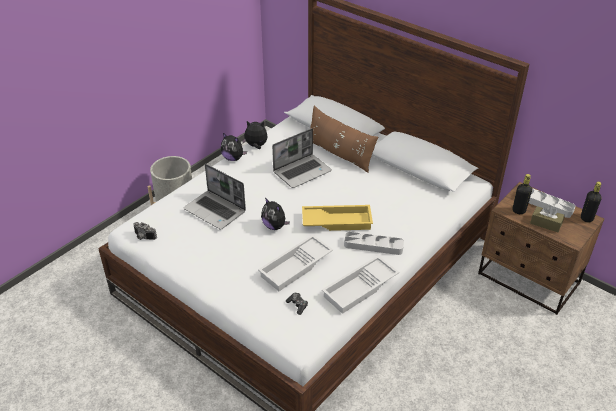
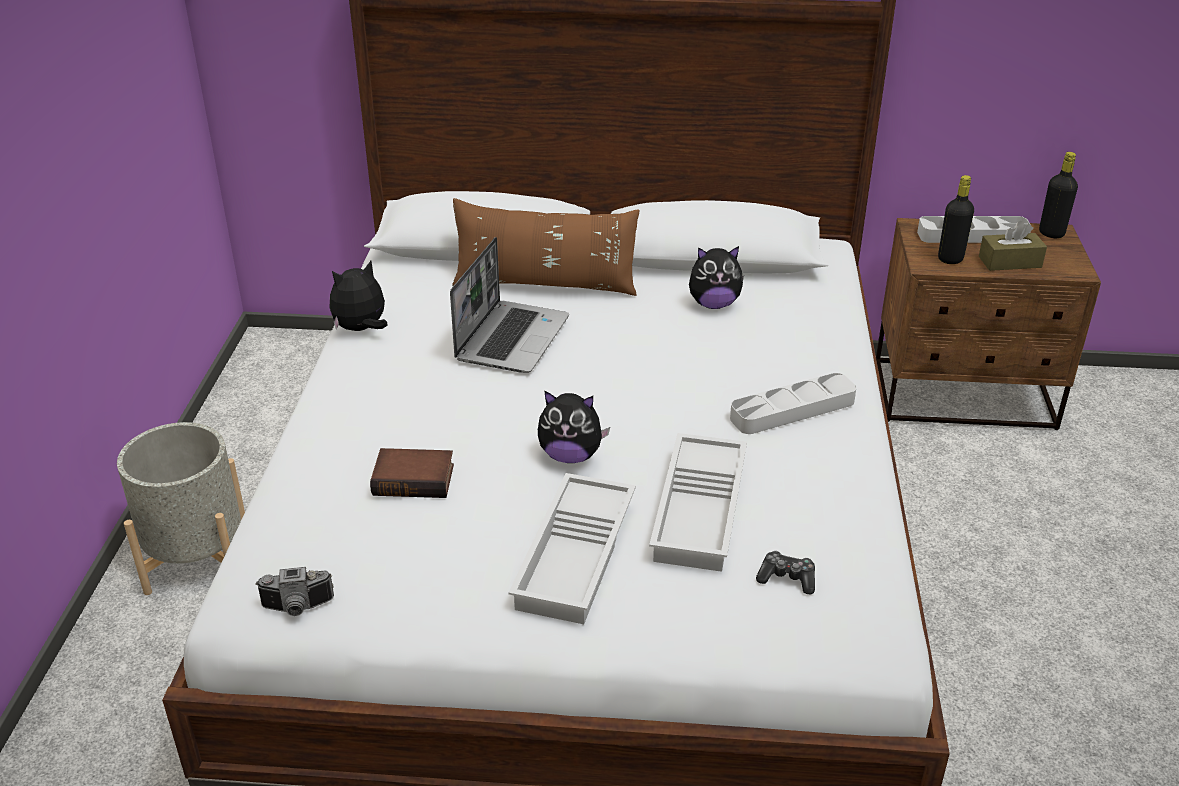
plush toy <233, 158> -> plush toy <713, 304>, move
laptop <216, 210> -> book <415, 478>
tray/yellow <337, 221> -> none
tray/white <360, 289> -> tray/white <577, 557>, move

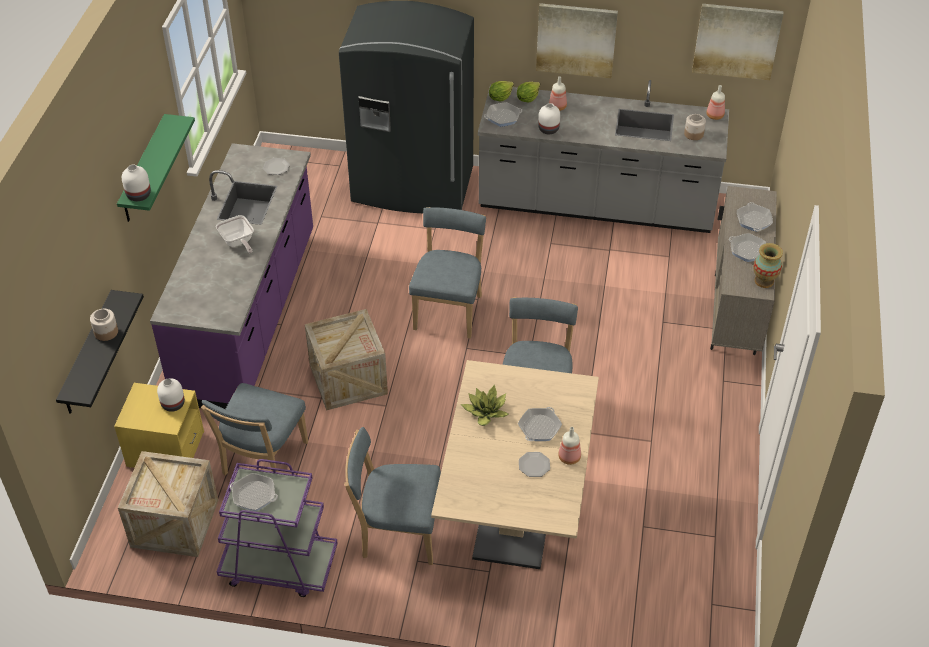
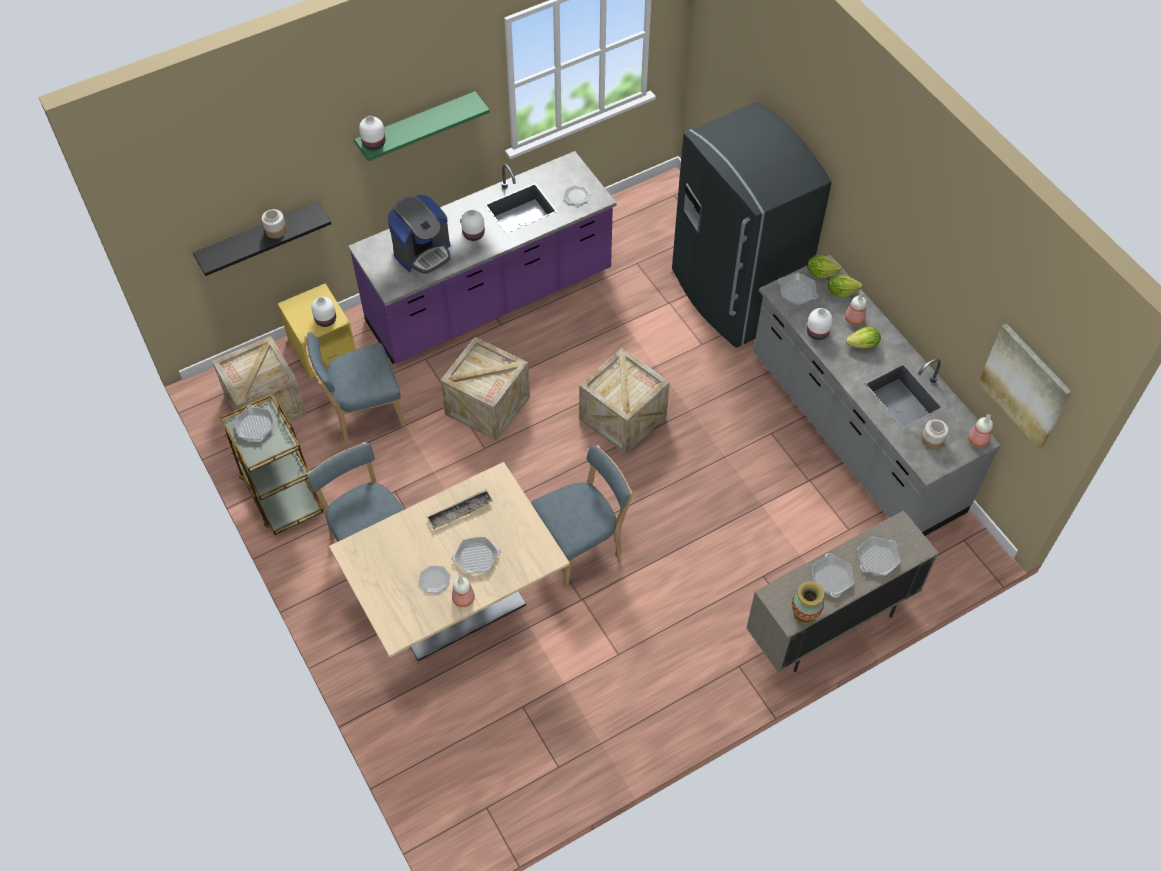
picture <576, 40> -> none
chair/blue <449, 310> -> crate <622, 417>
frying pan <238, 242> -> vase/white <473, 234>
potted plant <486, 412> -> tray <460, 511>
cart/purple <278, 566> -> cart/brown <281, 492>
none -> coffee machine <423, 252>
none -> lettuce <863, 345>

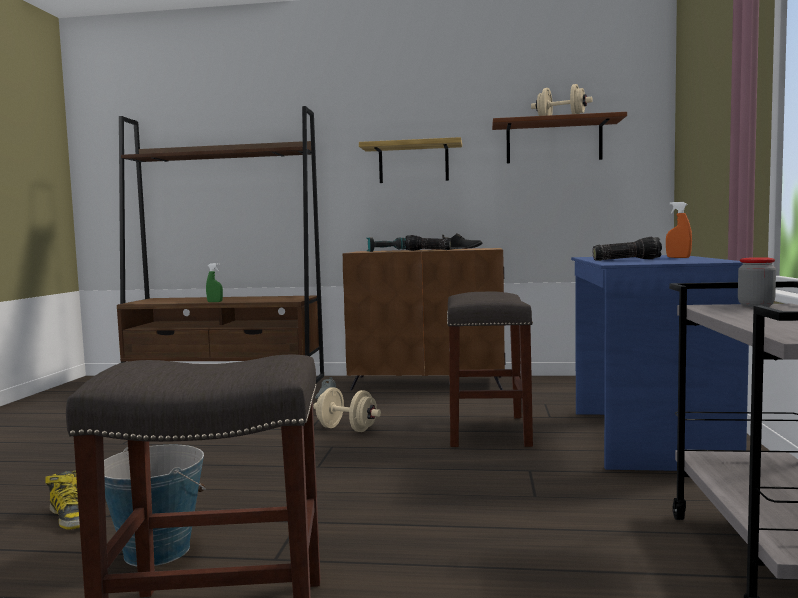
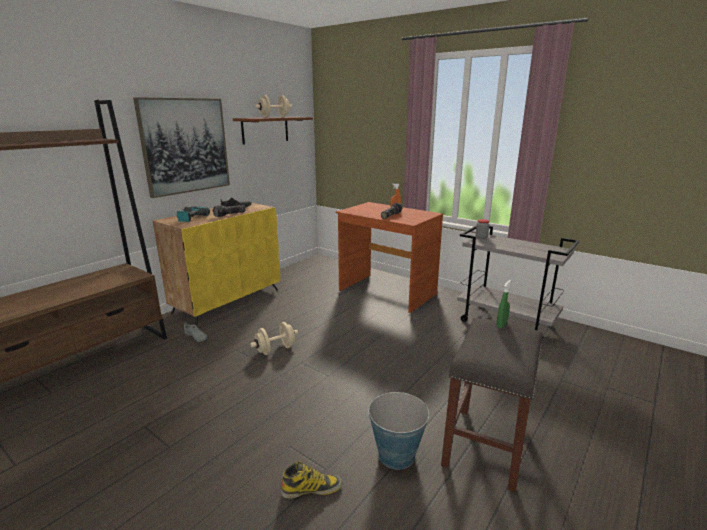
shelf <413, 163> -> picture <185, 146>
cabinet/brown <428, 383> -> cabinet/yellow <228, 300>
desk/blue <645, 438> -> desk/brown <386, 292>
spray bottle/green <215, 302> -> spray bottle/green <501, 325>, move
stool/grey <487, 430> -> none

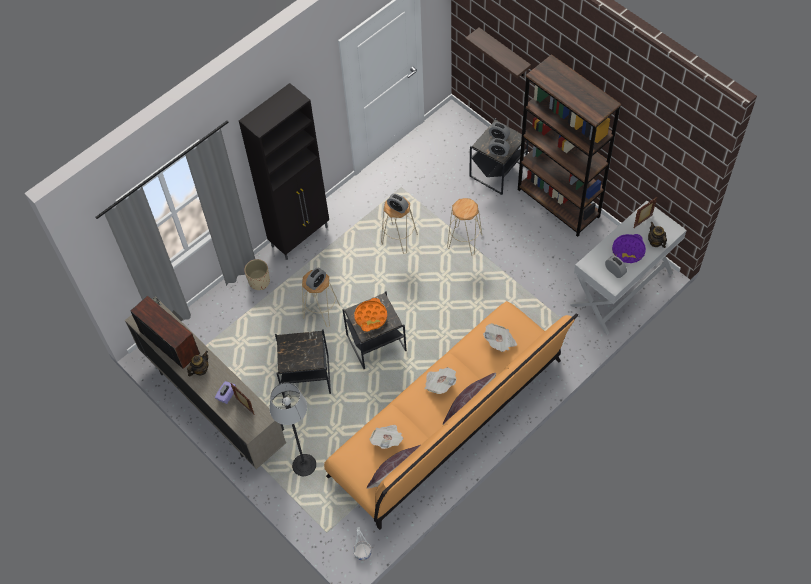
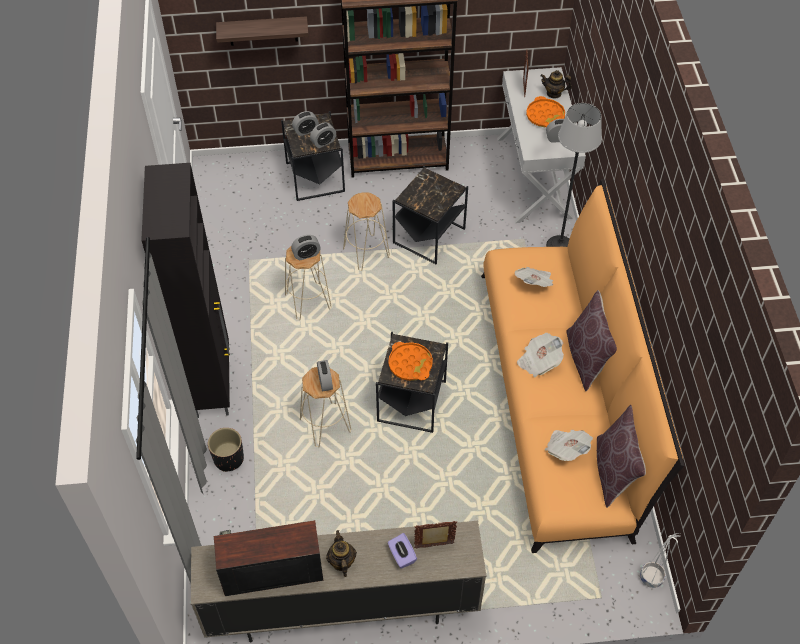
tray/purple <628, 250> -> tray/orange <545, 116>
planter/beige <259, 281> -> planter/black <229, 458>
side table/black <306, 376> -> side table/black <430, 236>, move
floor lamp <304, 465> -> floor lamp <560, 246>, move

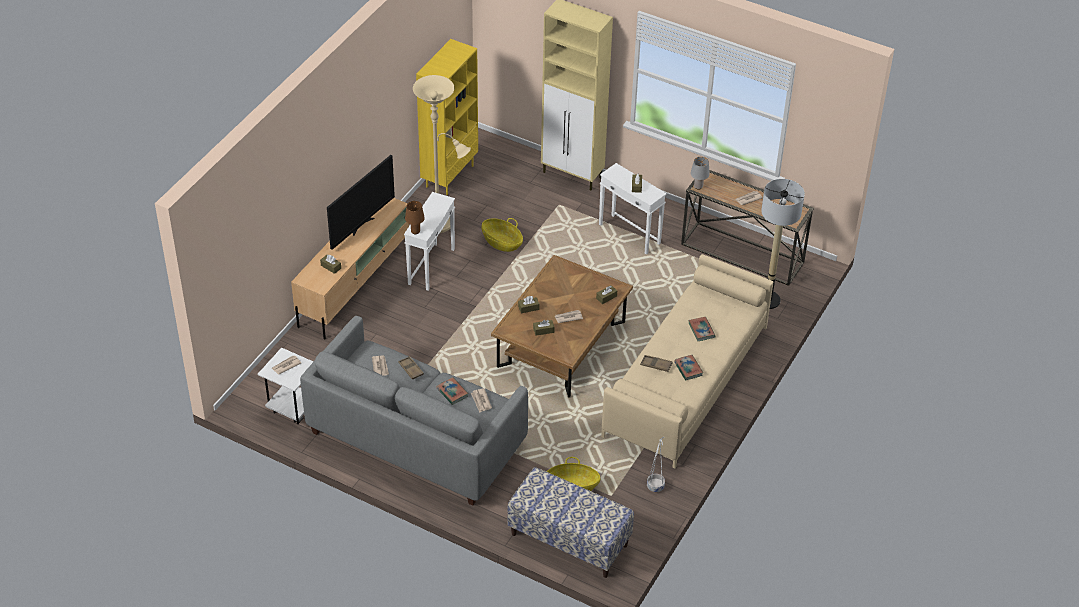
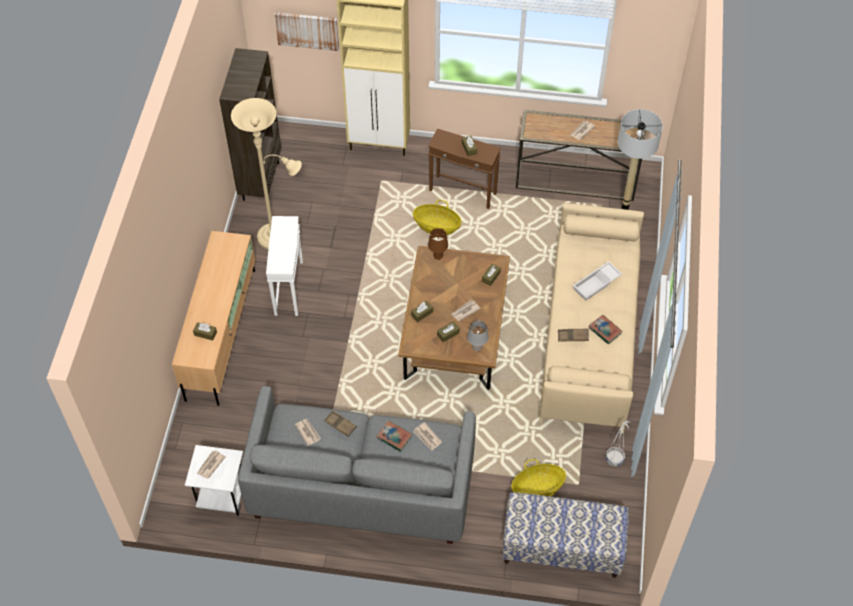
bookcase/yellow <449, 175> -> bookcase/brown <260, 181>
television <361, 225> -> none
table lamp/grey <698, 186> -> table lamp/grey <477, 347>, move
side table/white <629, 234> -> side table/brown <463, 192>
table lamp/brown <415, 231> -> table lamp/brown <438, 256>, move
basket <502, 243> -> basket <436, 226>, move
book <701, 330> -> tray/white <597, 284>
none -> picture <307, 30>

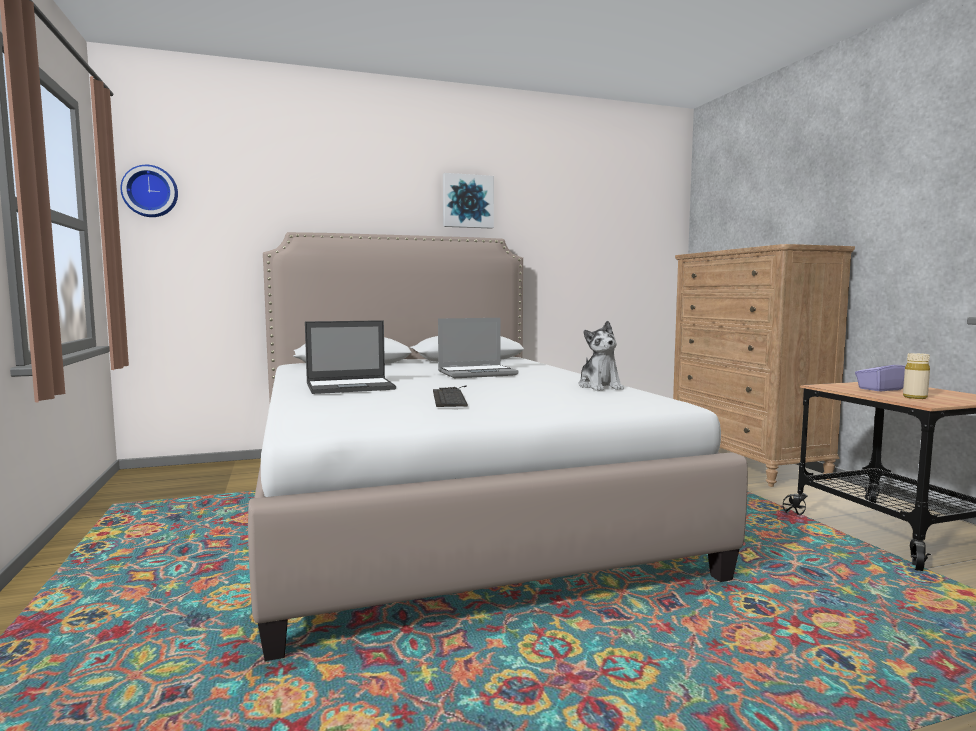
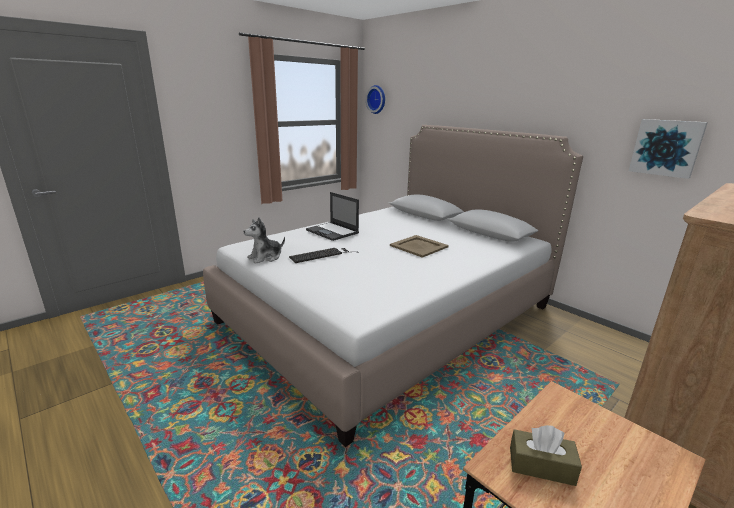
picture <467, 201> -> picture <666, 148>, move
laptop <477, 373> -> tray/beige <419, 246>
plush toy <600, 387> -> plush toy <265, 257>, move
bottle/beige <915, 397> -> tissue box/brown <541, 466>
tissue box/purple <880, 389> -> none

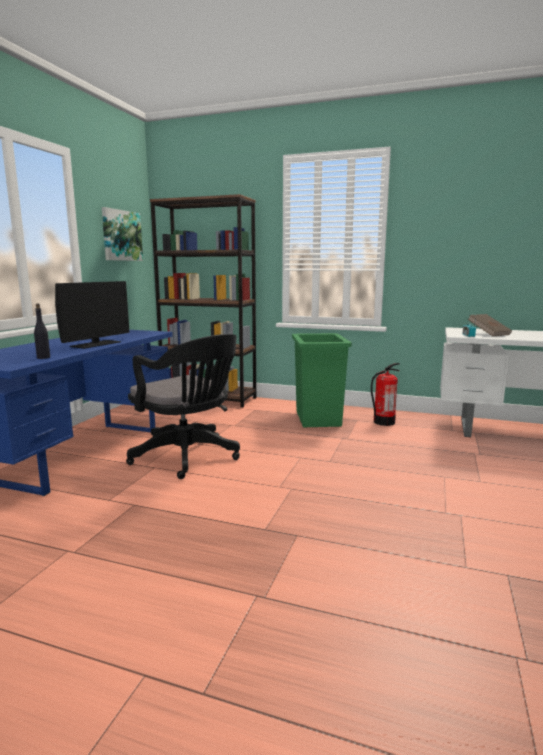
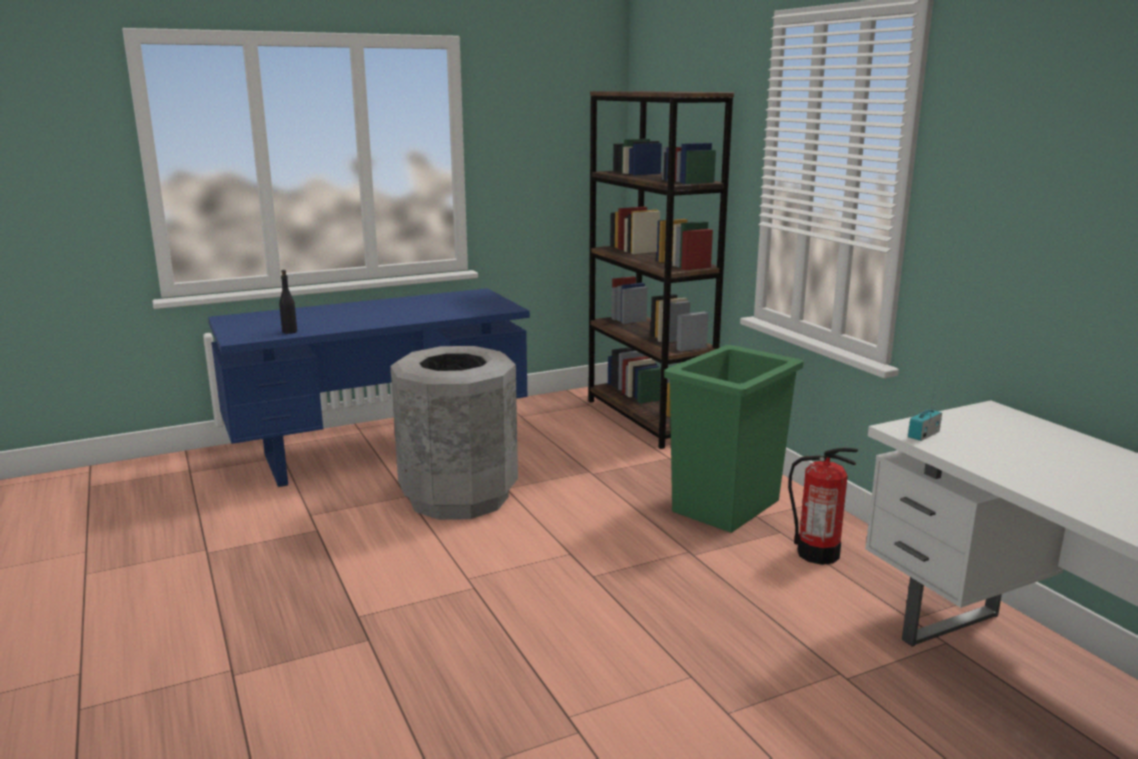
picture <121, 235> -> none
monitor <96, 344> -> none
book/brown <488, 334> -> none
office chair/black <188, 457> -> trash can/grey <458, 497>

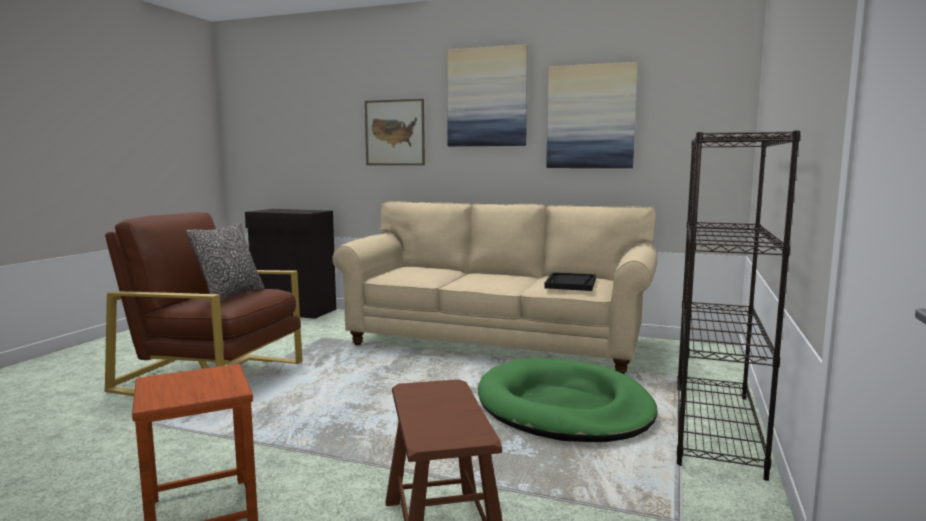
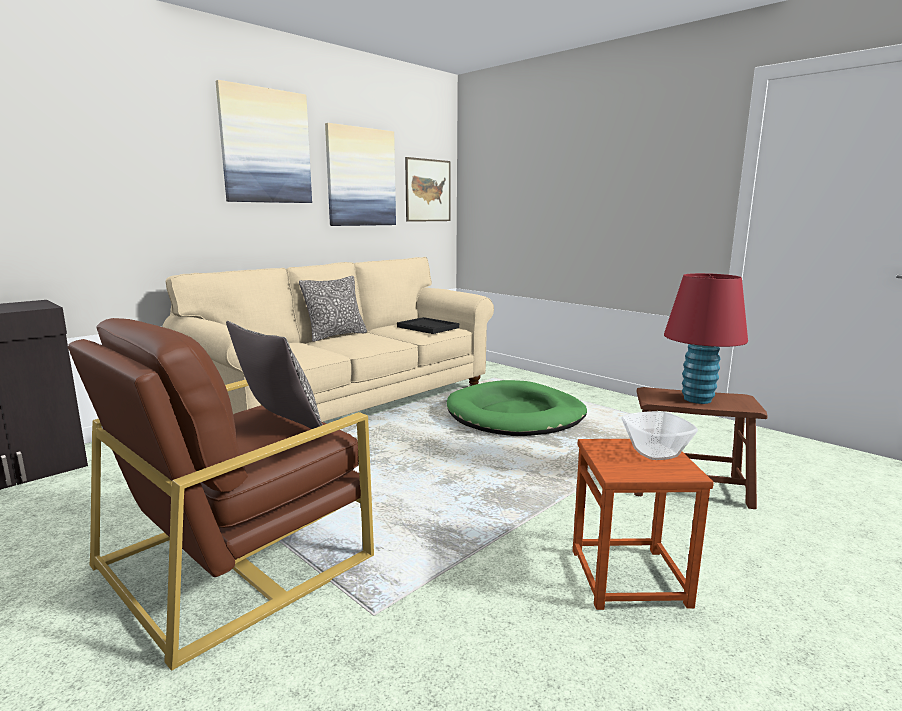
picture <394, 132> -> picture <428, 190>, move
bookcase/black <716, 428> -> none
none -> table lamp/red <697, 399>
none -> pillow <335, 335>
none -> bowl <656, 452>

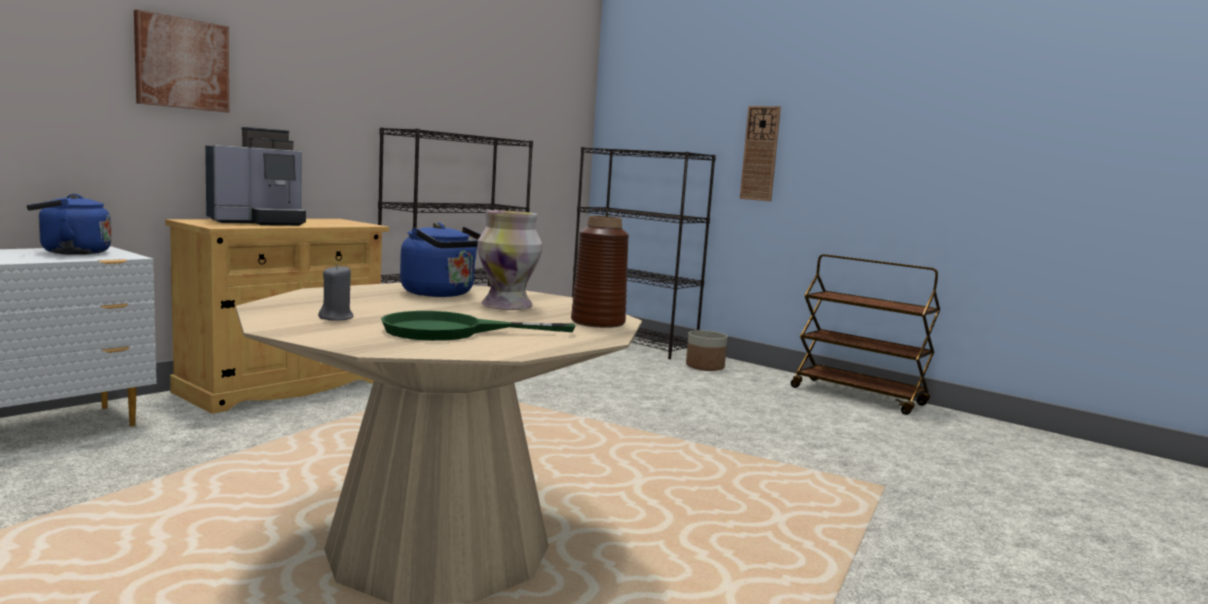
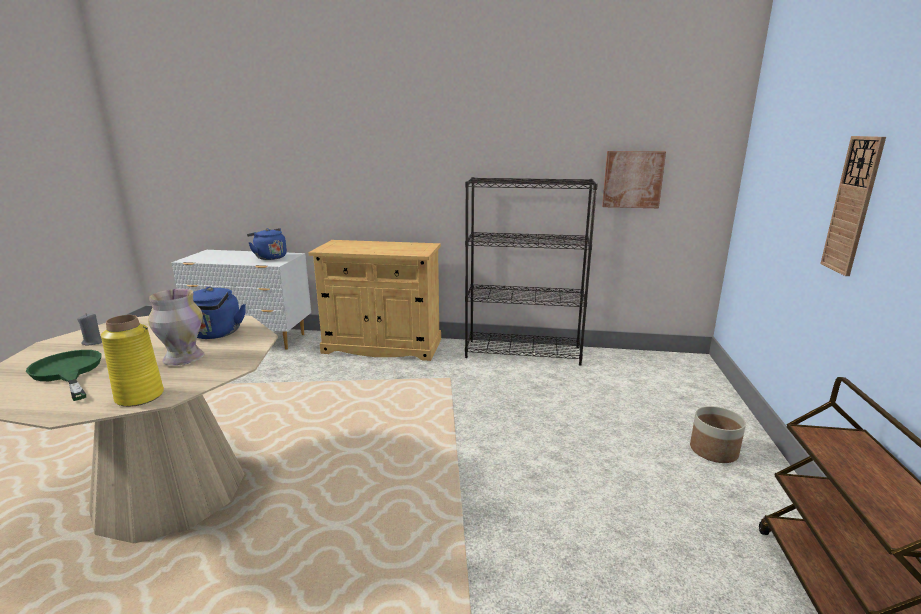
picture <182, 63> -> picture <632, 179>, move
coffee machine <259, 222> -> none
bookcase/black <632, 343> -> none
vase/brown <597, 322> -> vase/yellow <139, 396>

